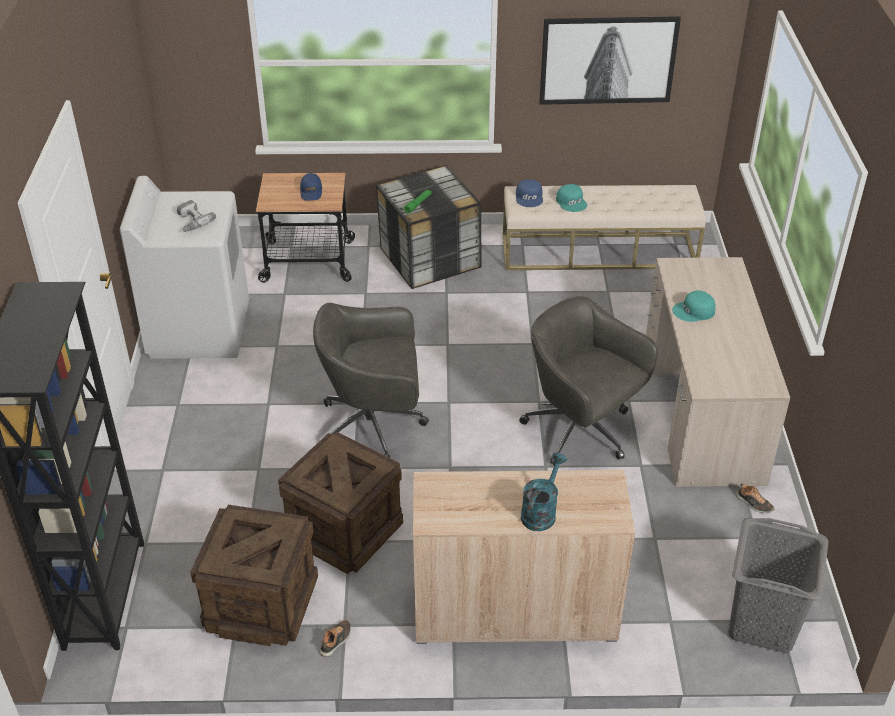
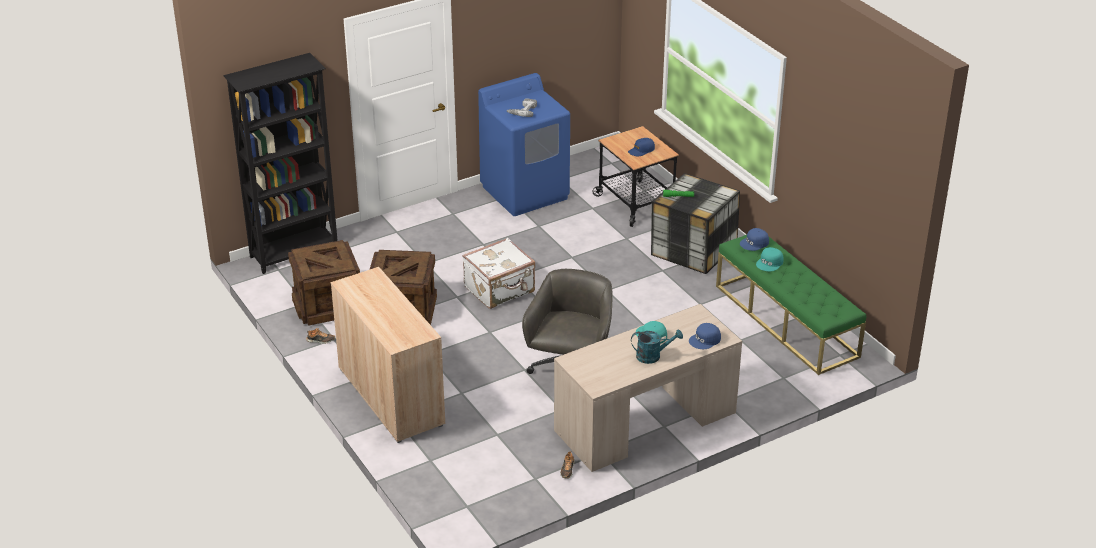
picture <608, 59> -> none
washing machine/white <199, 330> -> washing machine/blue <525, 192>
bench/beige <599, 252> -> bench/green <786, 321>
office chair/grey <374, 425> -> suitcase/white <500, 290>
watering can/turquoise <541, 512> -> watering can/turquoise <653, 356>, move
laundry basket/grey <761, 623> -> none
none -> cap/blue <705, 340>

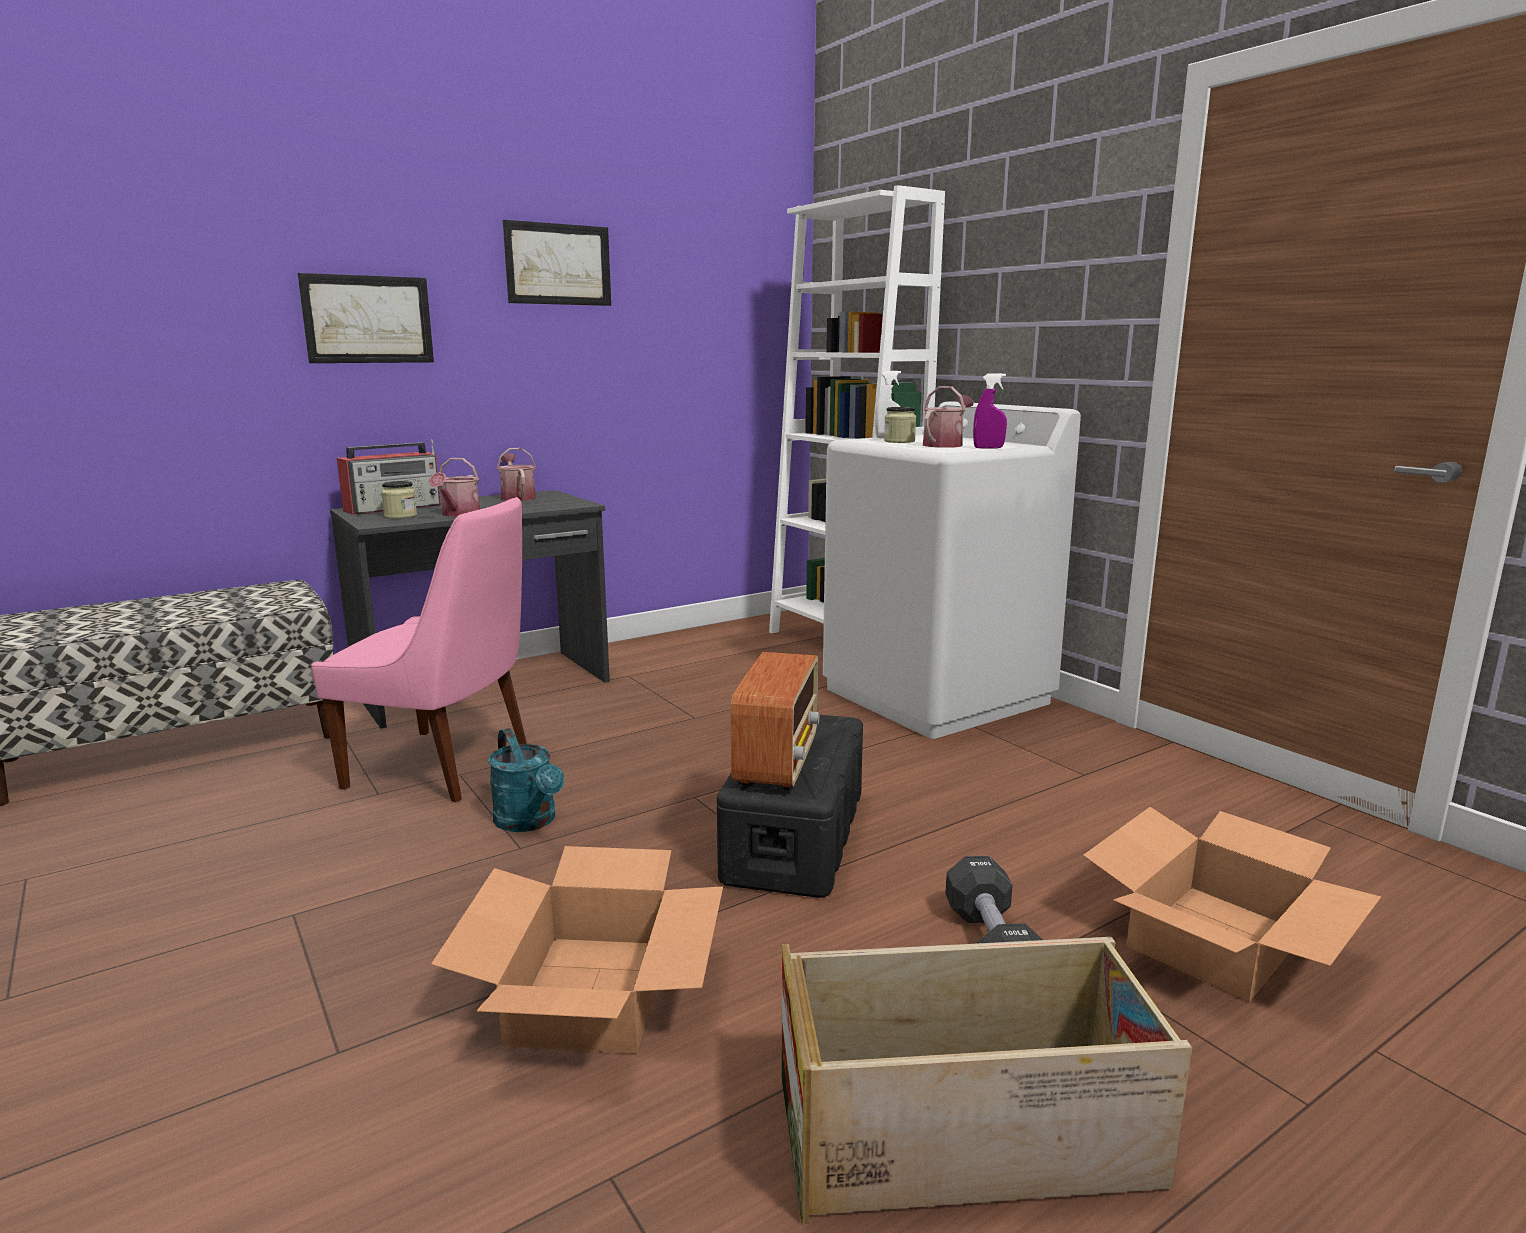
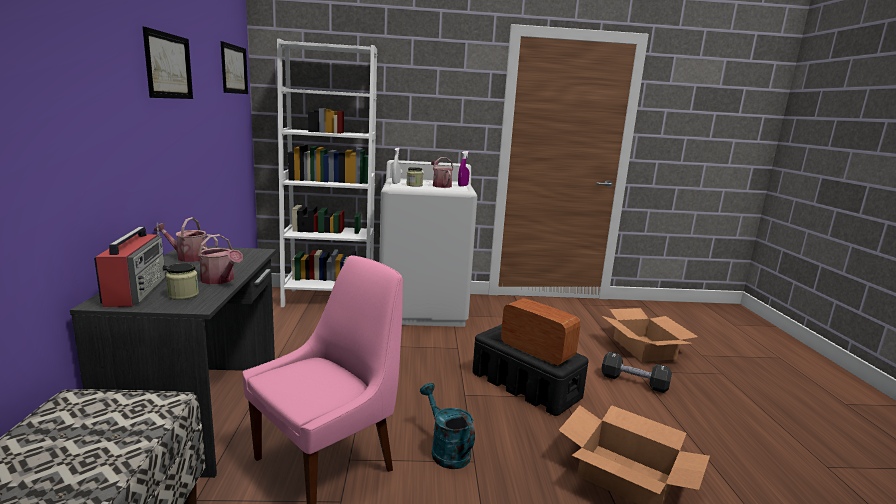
picture <368, 319> -> picture <234, 69>, move
watering can/turquoise <530, 822> -> watering can/turquoise <446, 450>, 120 degrees counterclockwise
crate <965, 1132> -> none

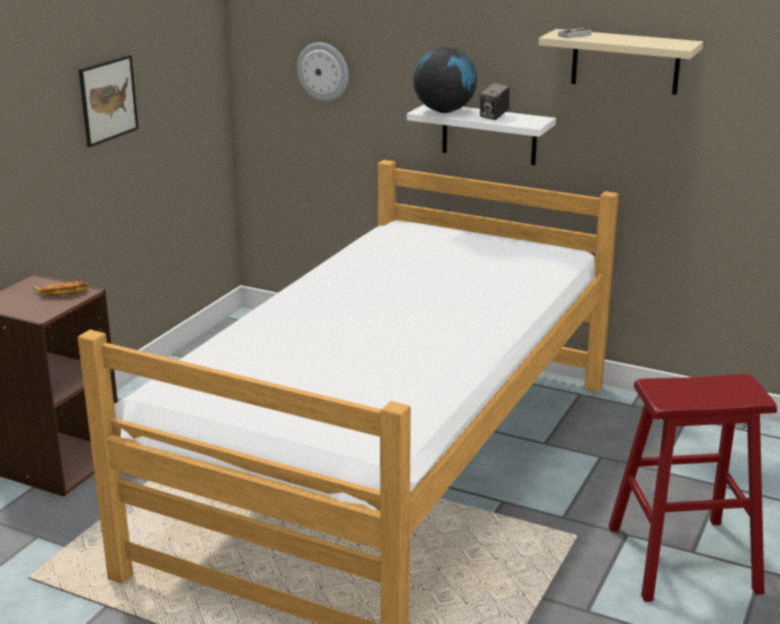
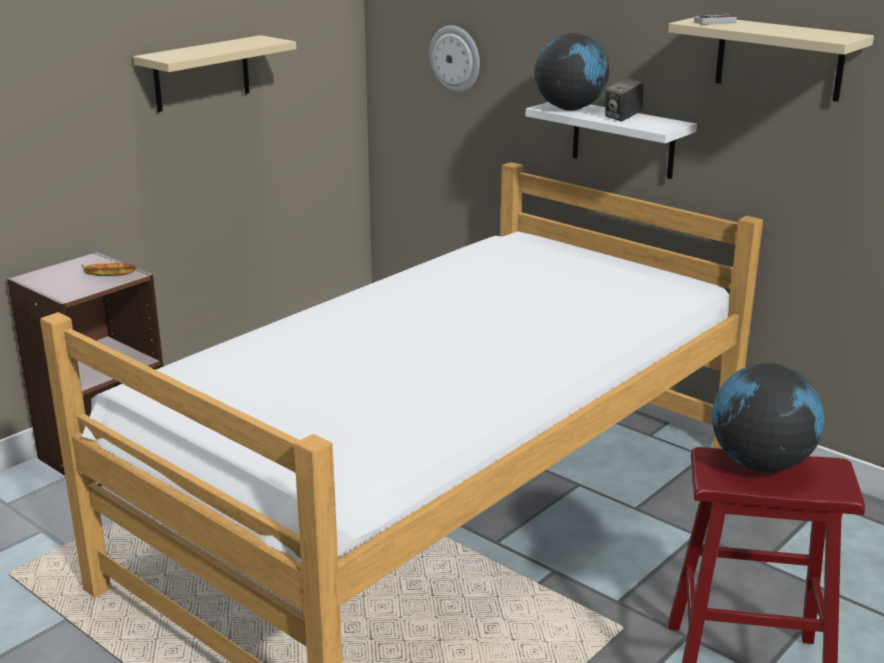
picture <108, 100> -> shelf/beige <202, 73>
none -> globe <760, 464>

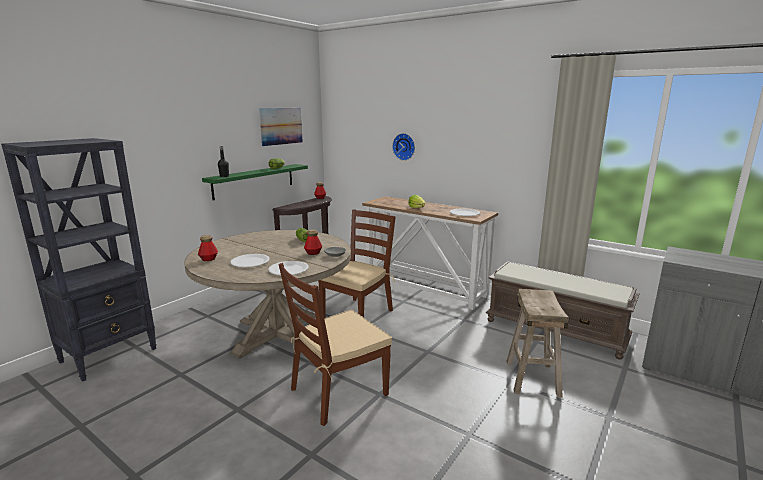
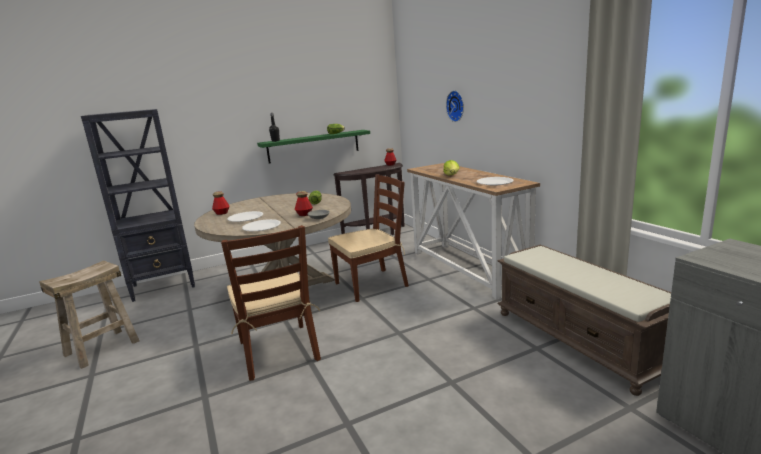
picture <281, 126> -> none
chair/brown <338, 392> -> chair/brown <279, 351>, 105 degrees counterclockwise
stool/beige <533, 378> -> stool/beige <102, 348>, move

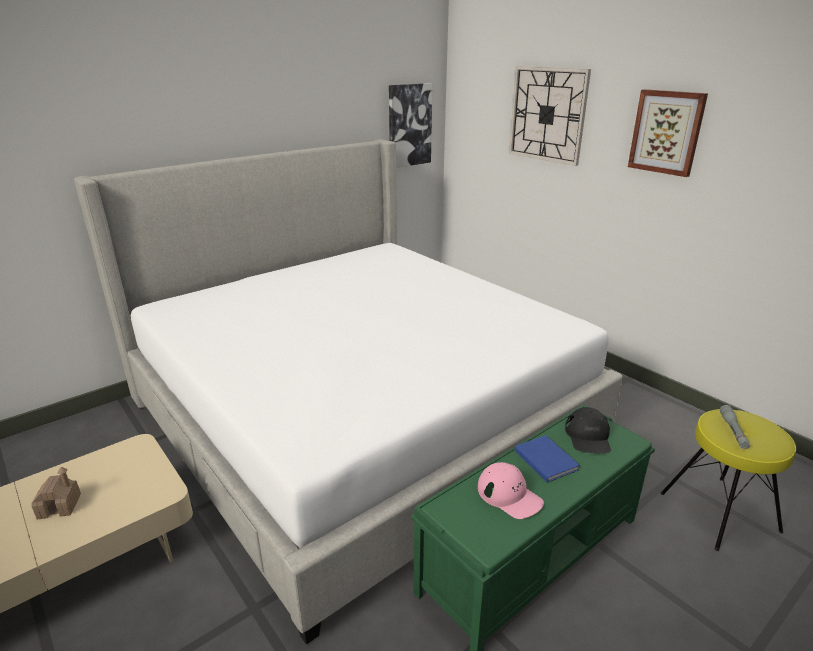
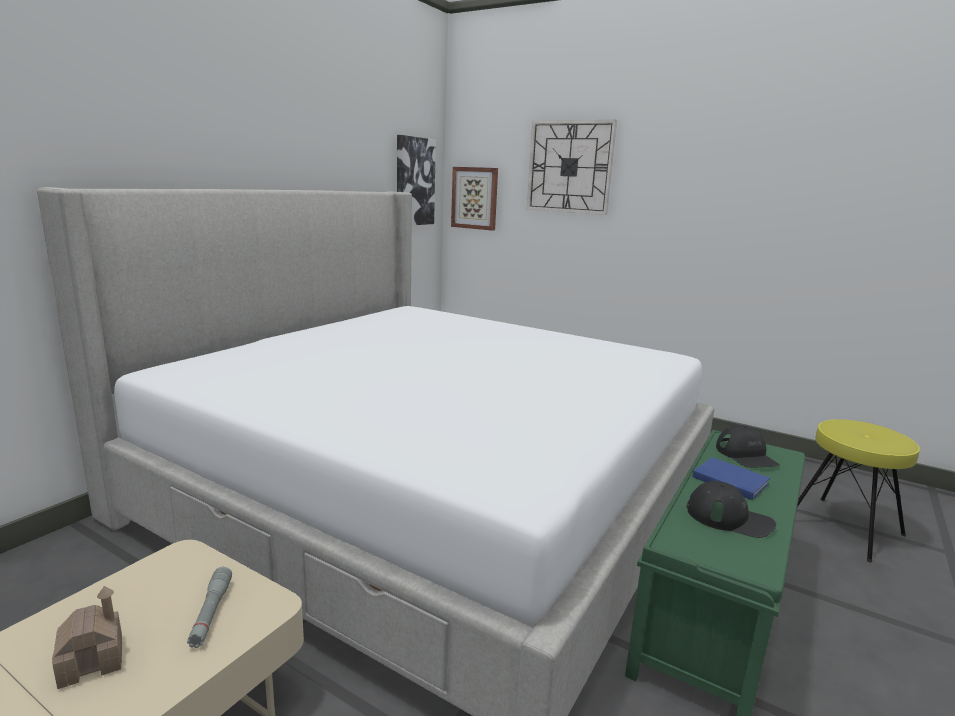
picture <666, 132> -> picture <475, 198>, move
flashlight/grey <733, 431> -> flashlight/grey <211, 613>, move
cap/pink <509, 495> -> cap/black <729, 518>

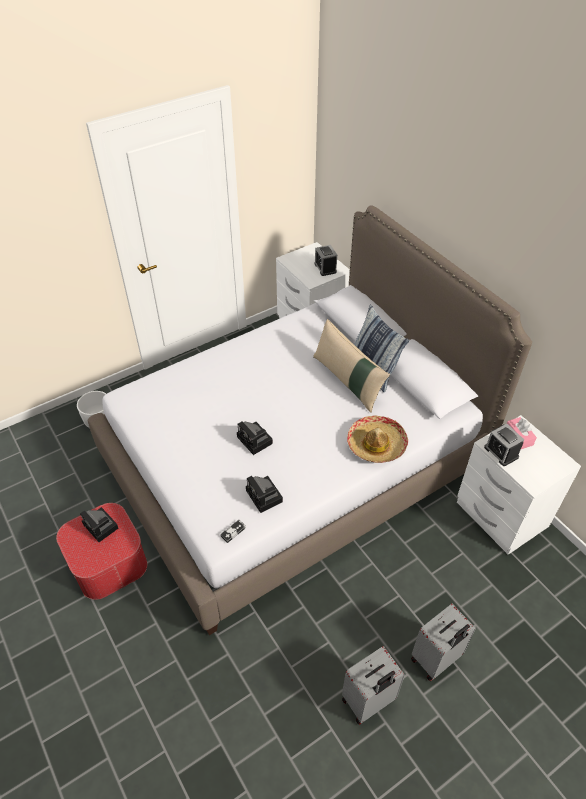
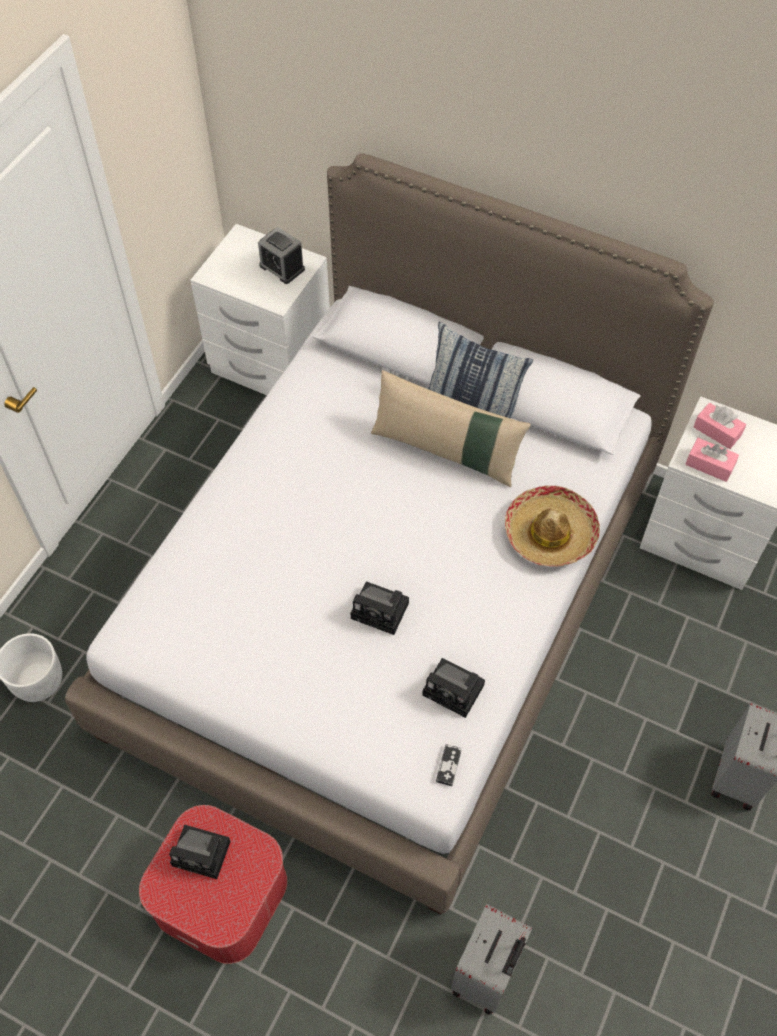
alarm clock <501, 452> -> tissue box/pink <709, 465>
suitcase/grey <368, 701> -> suitcase/grey <487, 974>, move

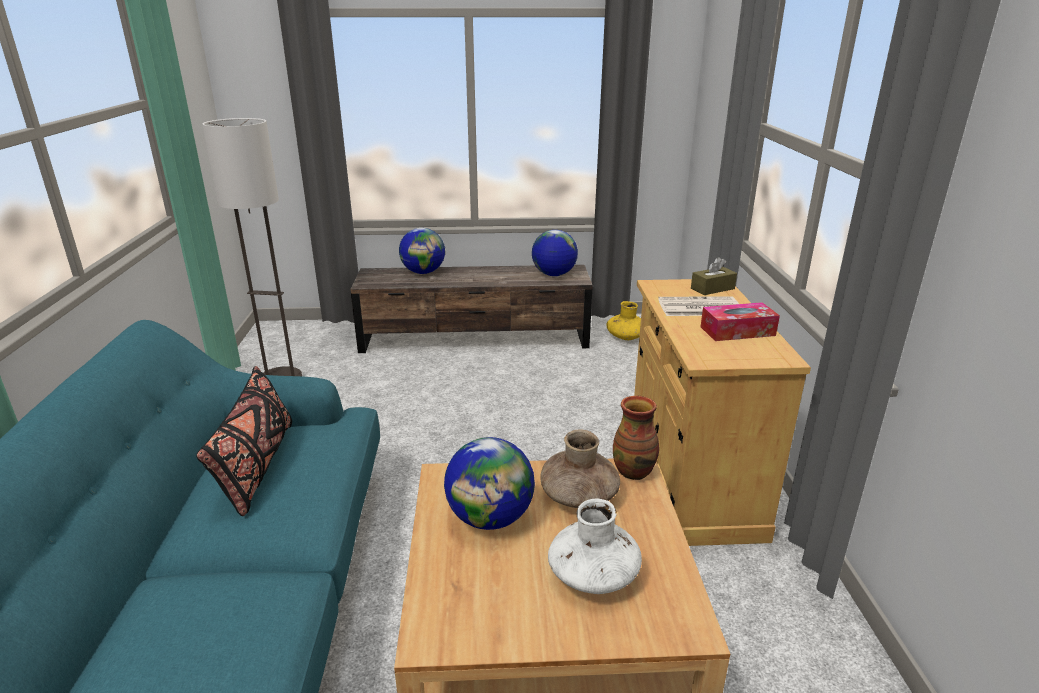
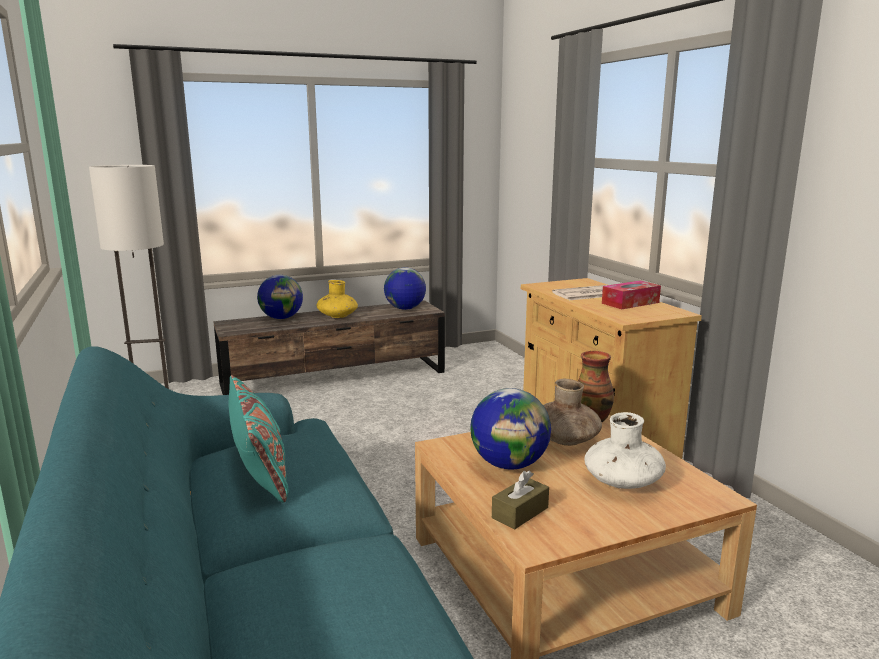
tissue box/brown <712, 288> -> tissue box/brown <520, 513>, move
vase/yellow <626, 337> -> vase/yellow <337, 316>, move
pillow/black <257, 467> -> pillow/turquoise <259, 468>

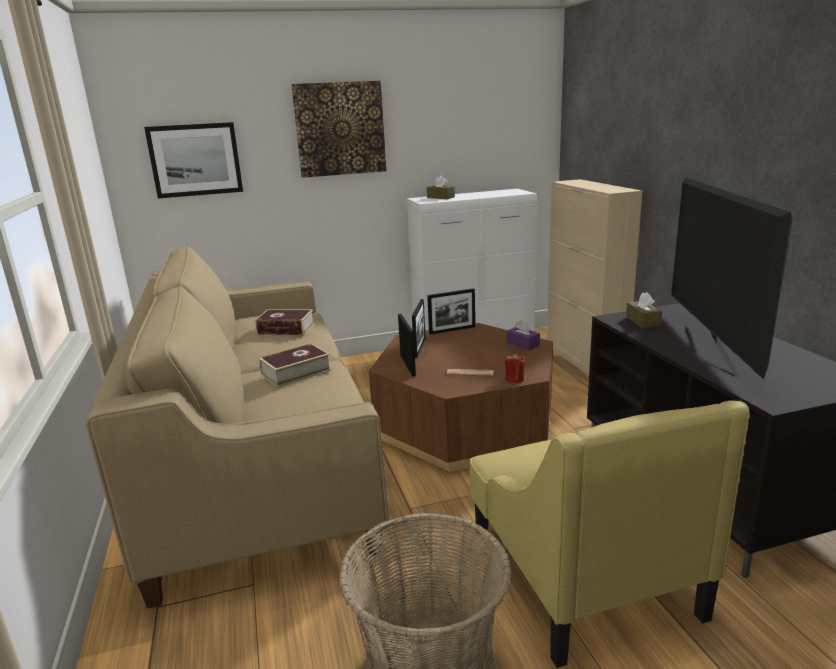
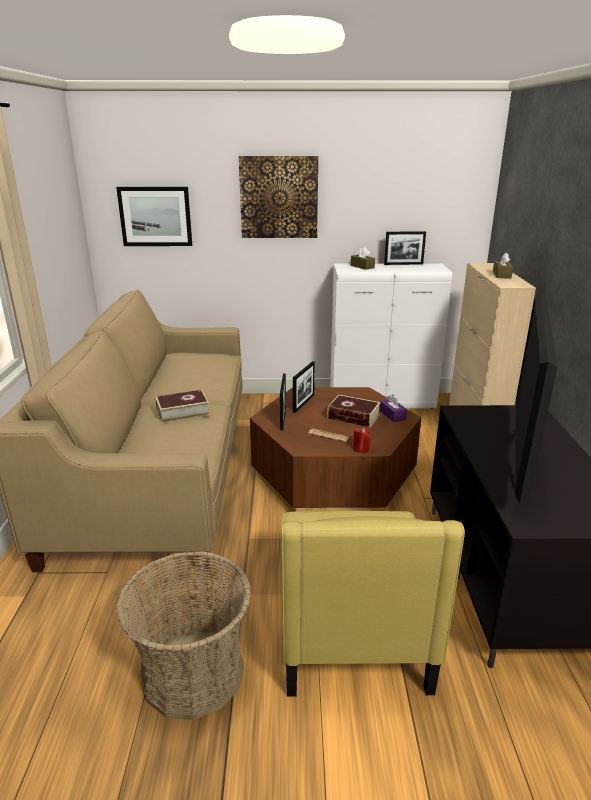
picture frame <452, 330> -> picture frame <403, 264>, move
tissue box/brown <642, 321> -> tissue box/brown <501, 275>, move
book <286, 329> -> book <353, 417>, move

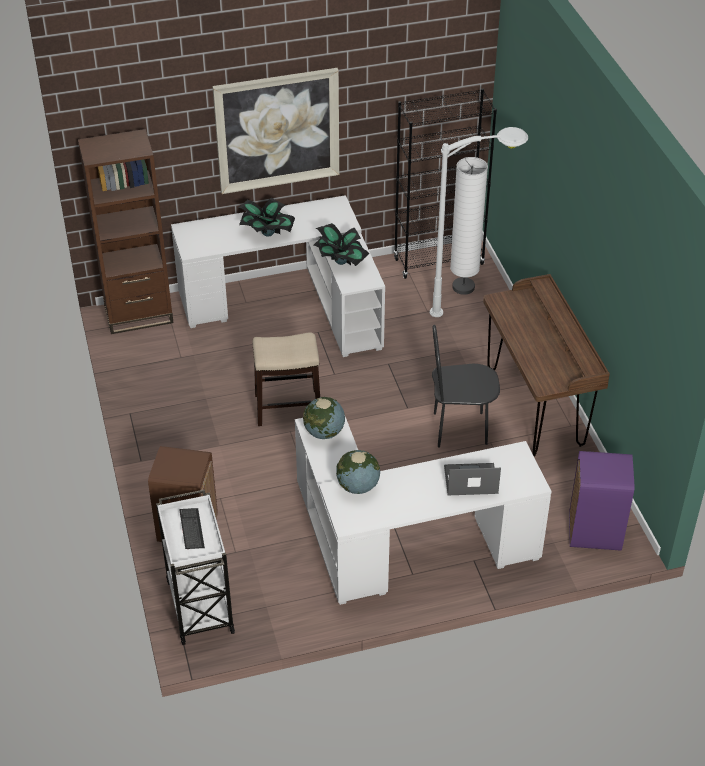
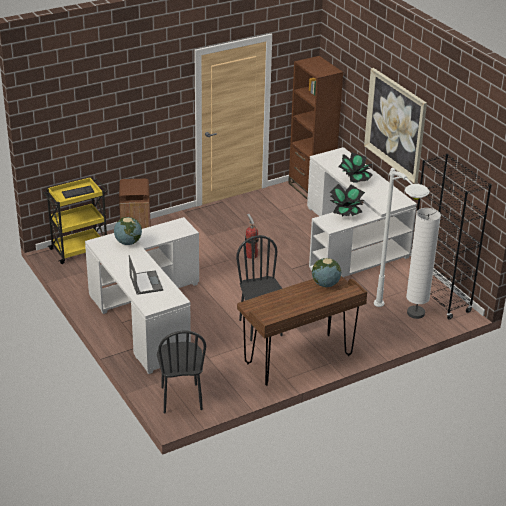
stool <287, 407> -> fire extinguisher <251, 255>
globe <324, 432> -> globe <325, 284>, move
trash can/purple <595, 533> -> chair/black <181, 398>
cart/white <199, 605> -> cart/yellow <79, 249>

